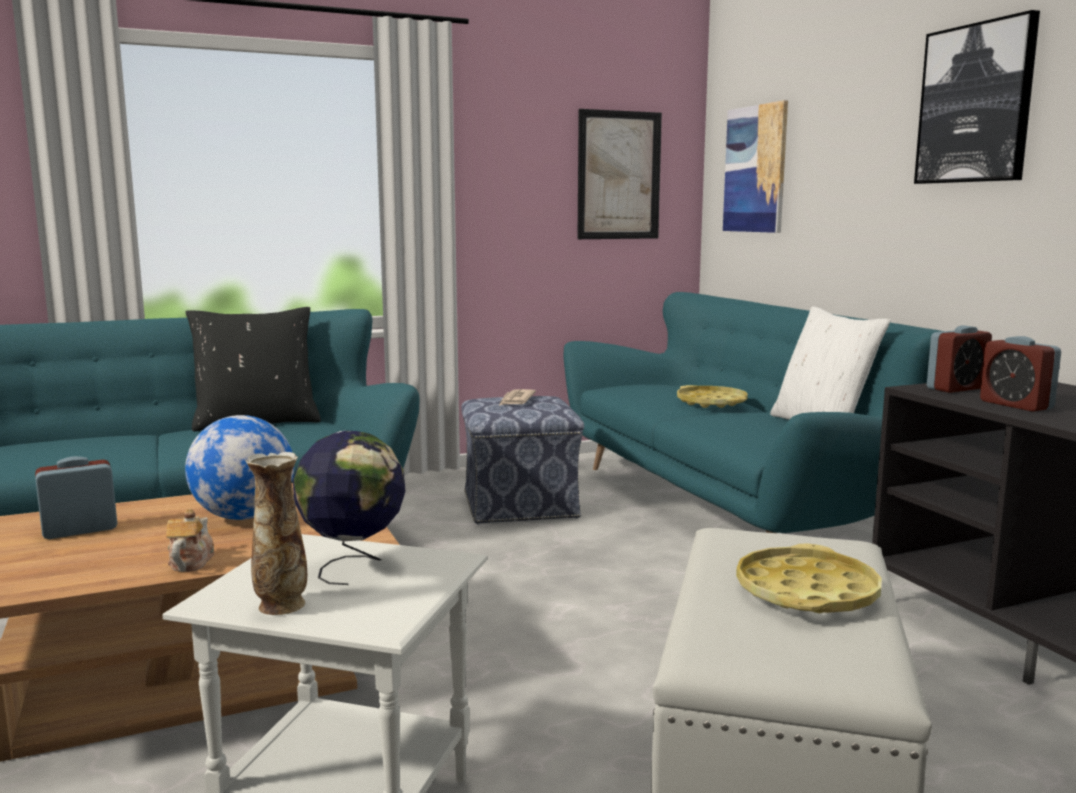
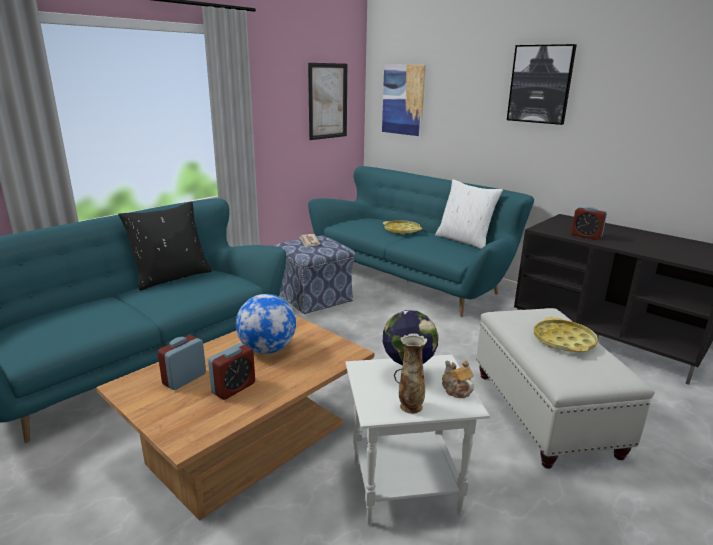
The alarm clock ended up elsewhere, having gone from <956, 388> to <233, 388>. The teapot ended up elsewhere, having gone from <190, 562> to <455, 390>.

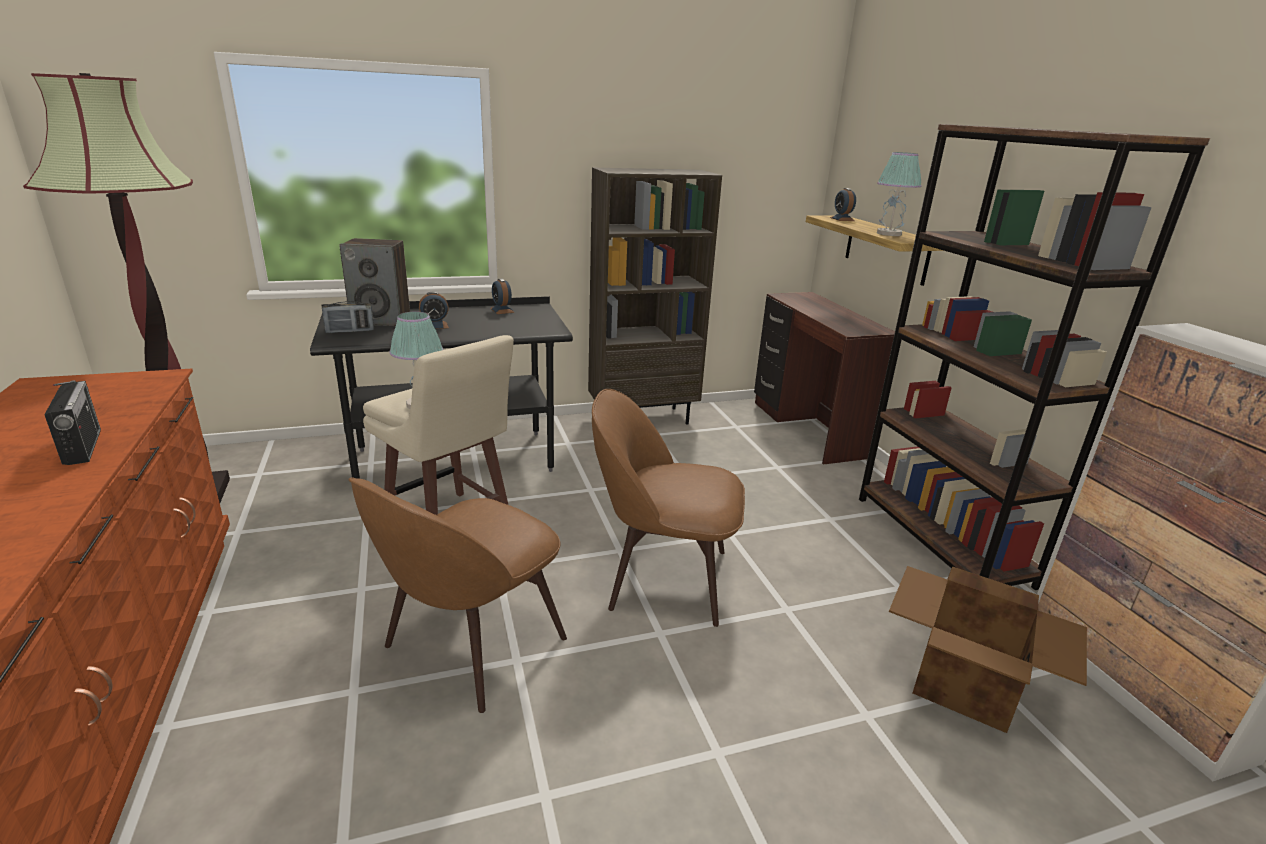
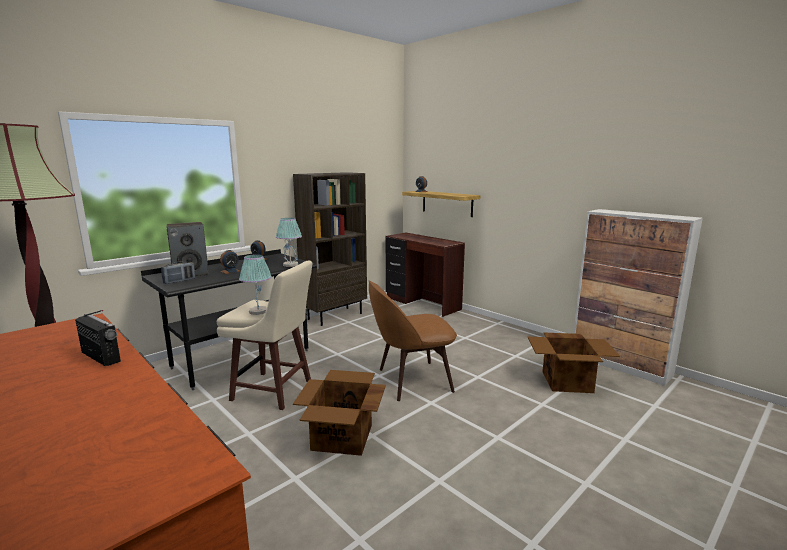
The table lamp ended up elsewhere, having gone from <889, 234> to <291, 265>. Where the brown chair stood at <470, 646>, the cardboard box came to stand at <341, 438>. The second view lost the brown bookcase at <941, 540>.

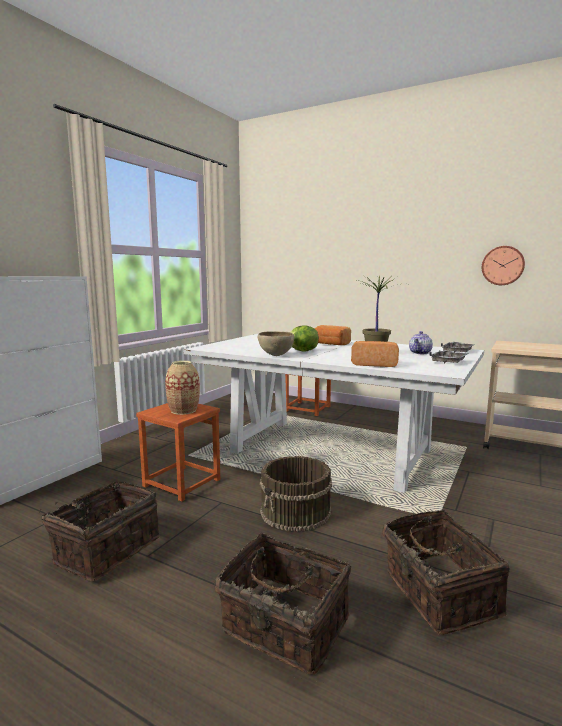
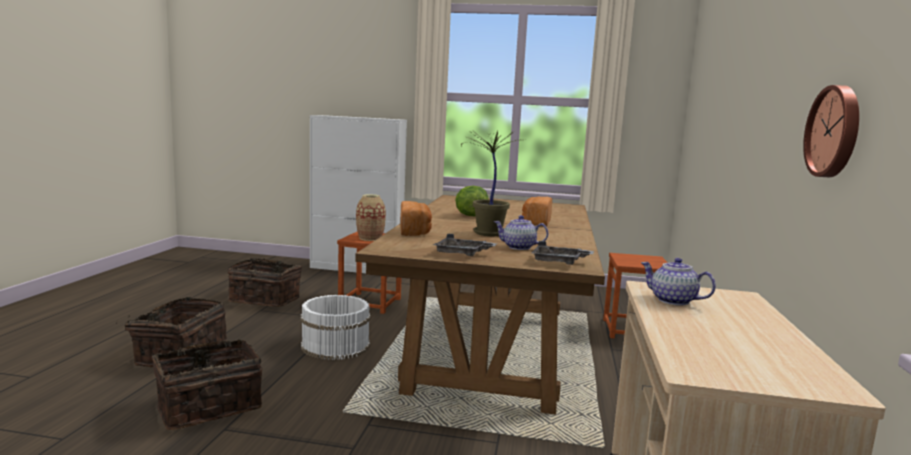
What was the brown bucket at <296, 512> turned into the white bucket at <334, 346>. What was the white dining table at <331, 451> turned into the brown dining table at <491, 352>. The second view gained the teapot at <672, 300>. The second view lost the brown bowl at <275, 356>.

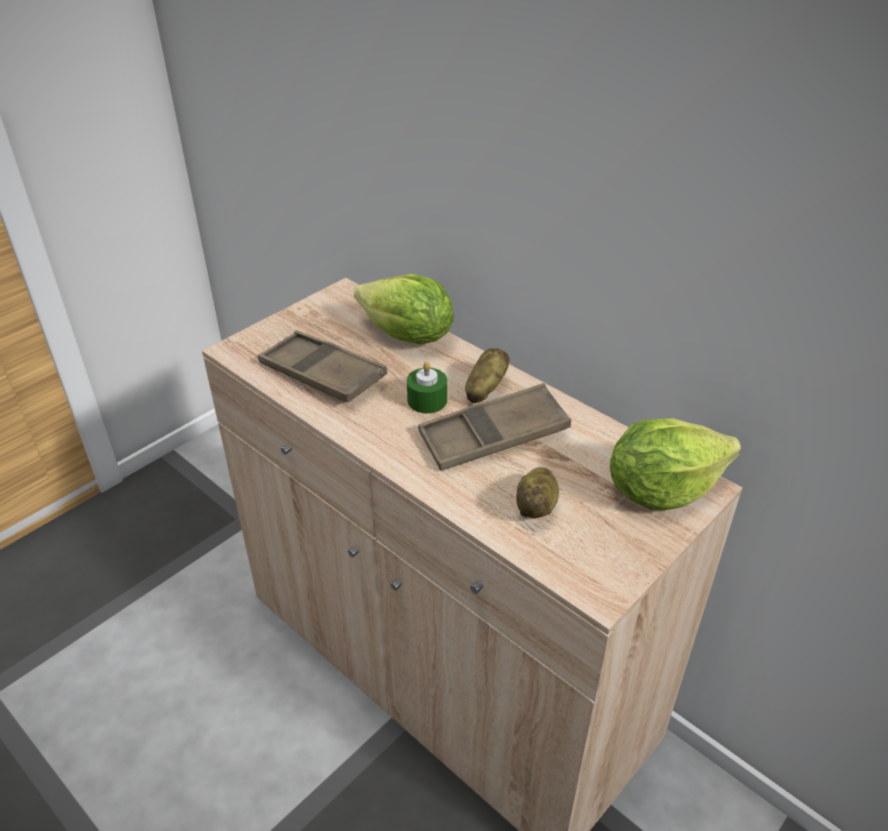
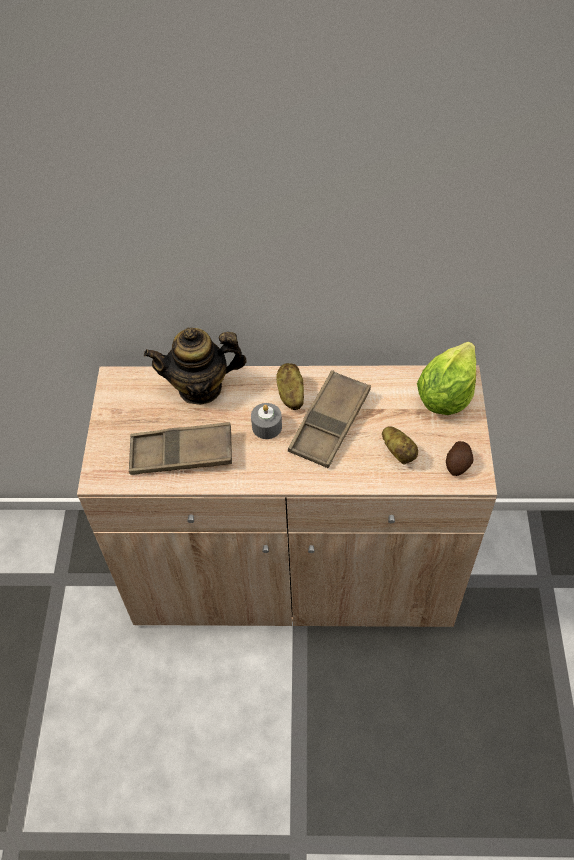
Where the lettuce stood at <407, 336>, the teapot came to stand at <200, 387>. What was the green candle at <427, 400> turned into the grey candle at <267, 426>. The second view gained the potato at <458, 463>.

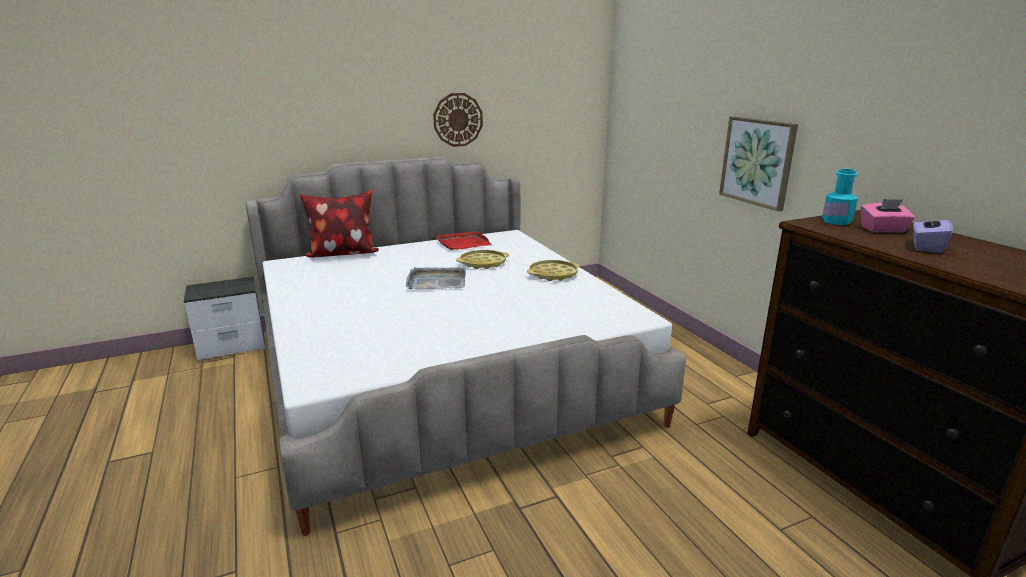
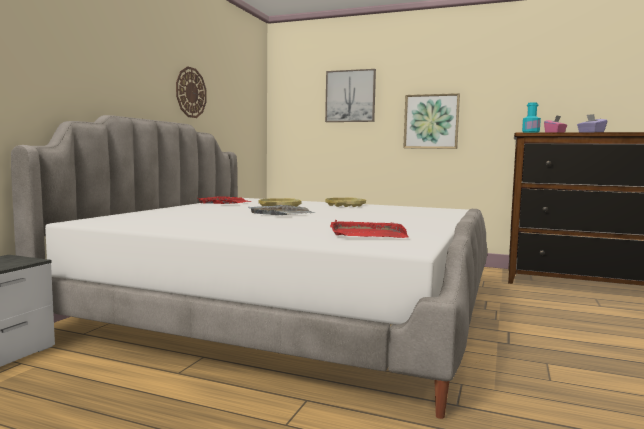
The second view gained the picture at <350, 96>. The second view gained the red tray at <367, 234>. The second view lost the pillow at <342, 254>.

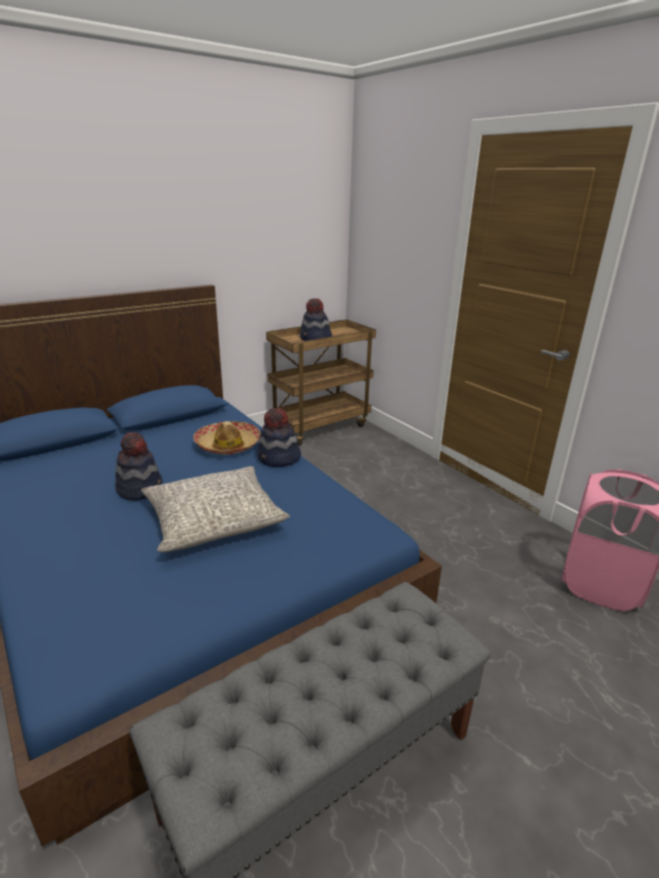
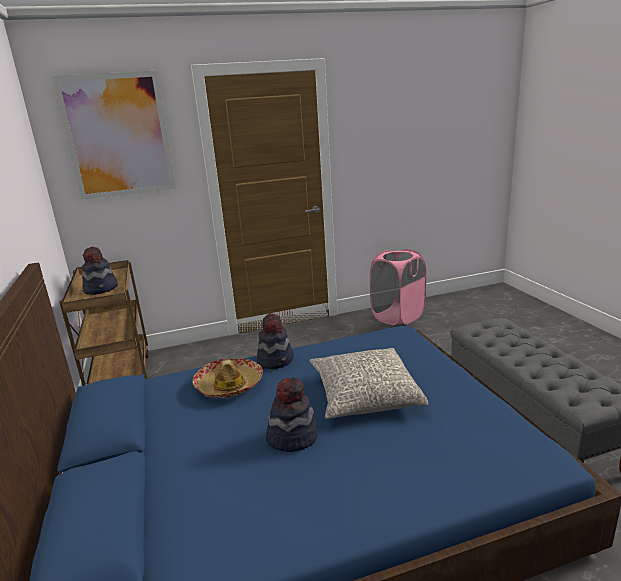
The second view gained the picture at <118, 136>.

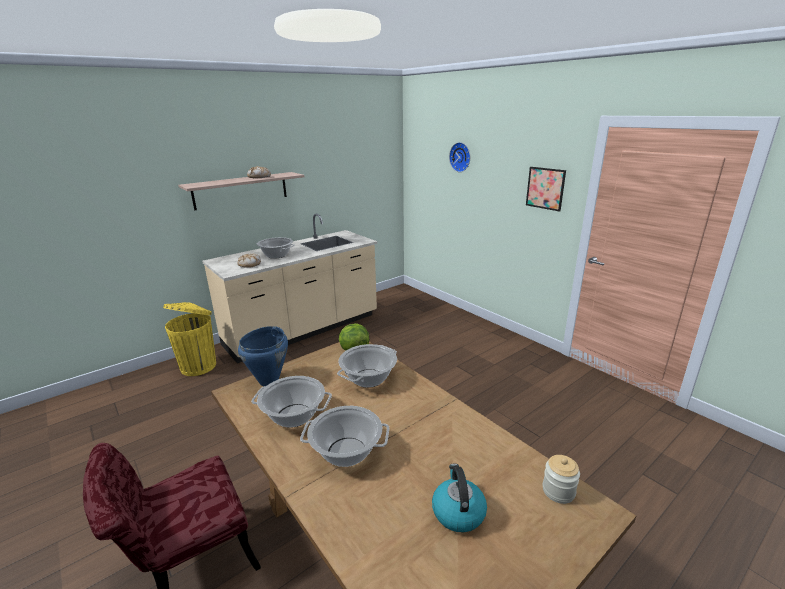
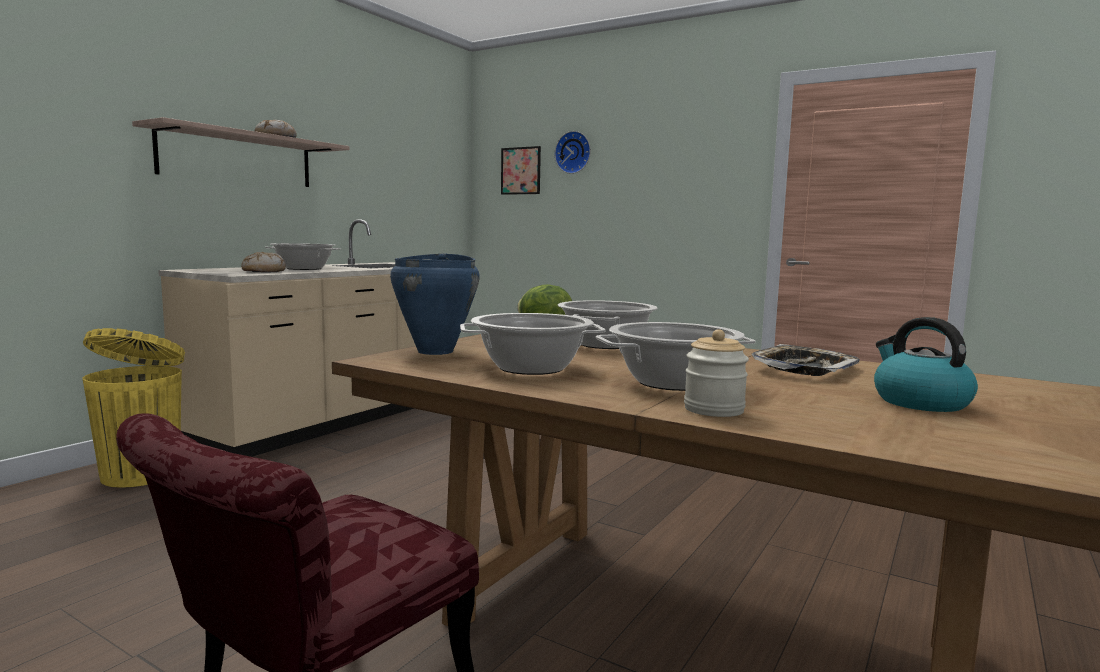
The picture ended up elsewhere, having gone from <545, 188> to <521, 171>. The jar ended up elsewhere, having gone from <558, 491> to <713, 410>. The second view gained the tray at <803, 368>.

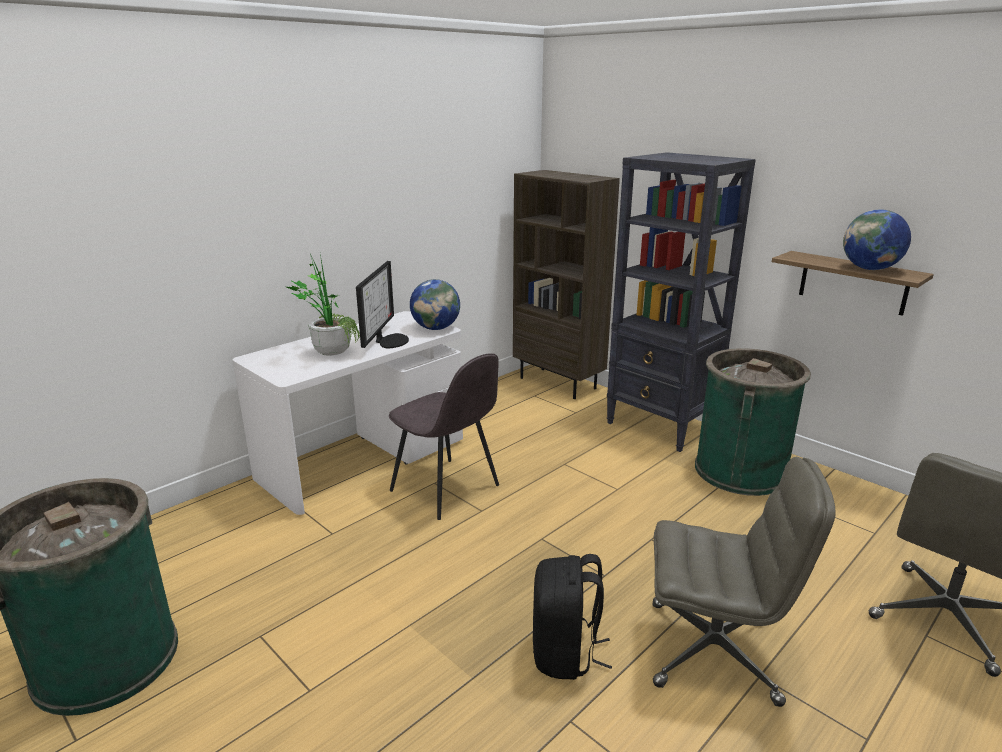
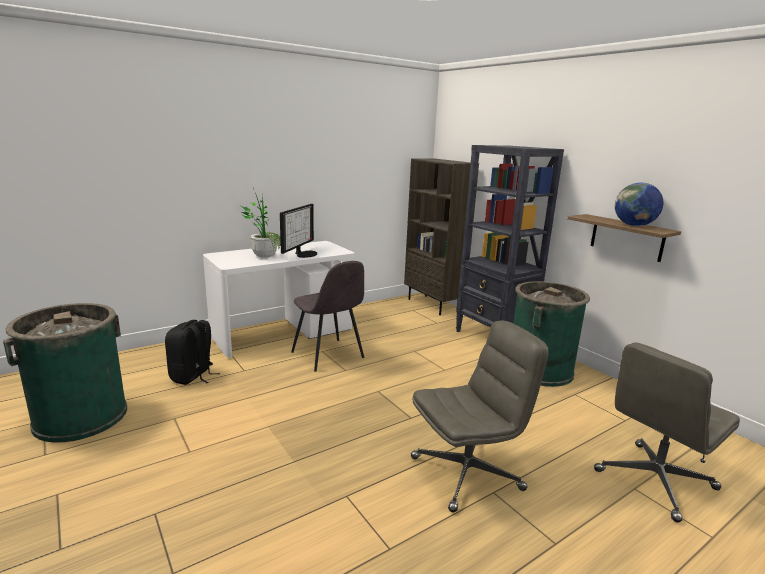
The black backpack ended up elsewhere, having gone from <565, 654> to <193, 376>. The grey office chair at <714, 651> ended up facing another way, 45 degrees counterclockwise from before. The second view lost the globe at <436, 328>.

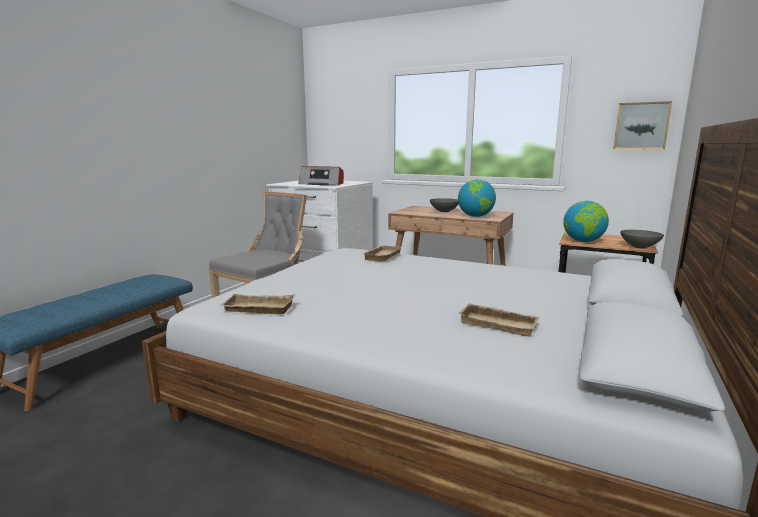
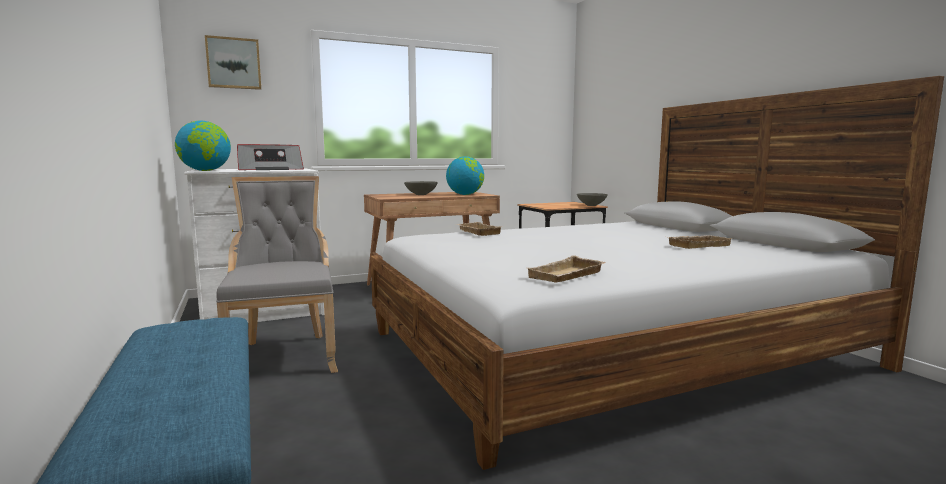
The globe ended up elsewhere, having gone from <583, 241> to <205, 170>. The picture ended up elsewhere, having gone from <641, 126> to <233, 63>.

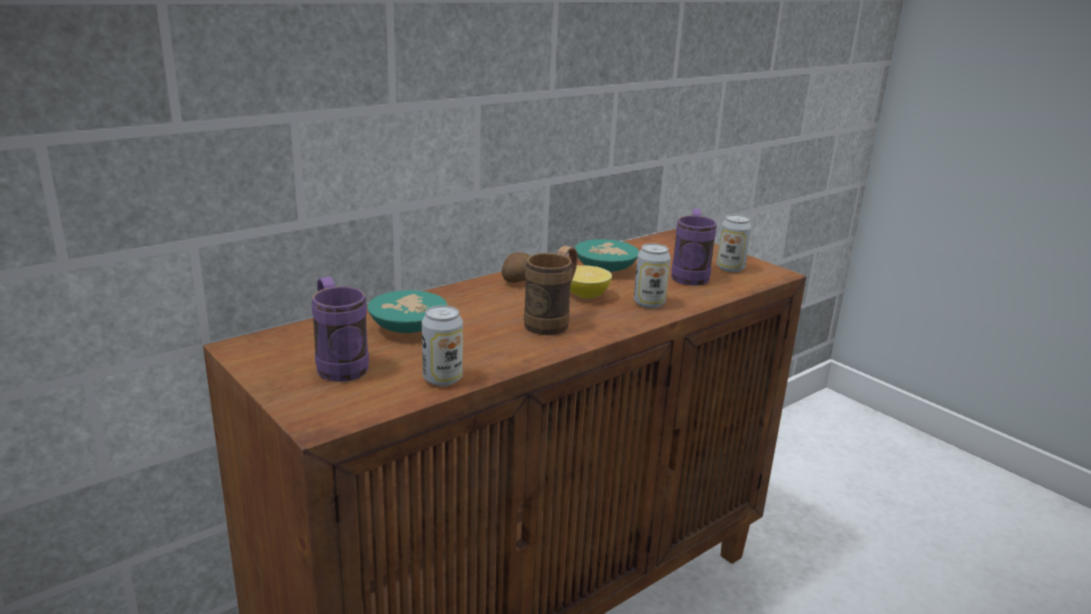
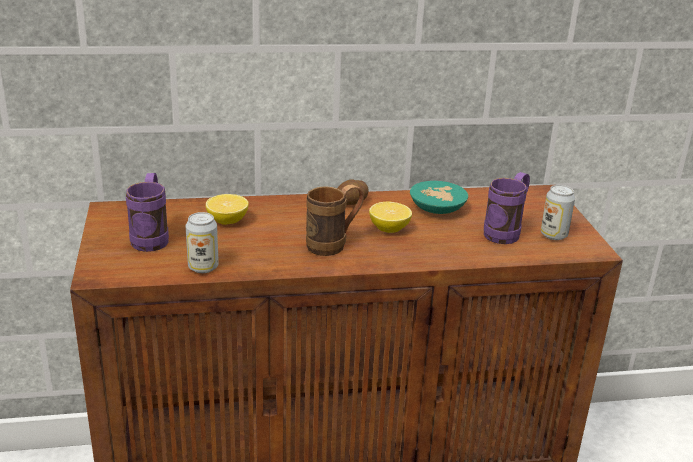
Where the turquoise bowl stood at <409, 326>, the lemon came to stand at <227, 221>. The second view lost the can at <649, 303>.

